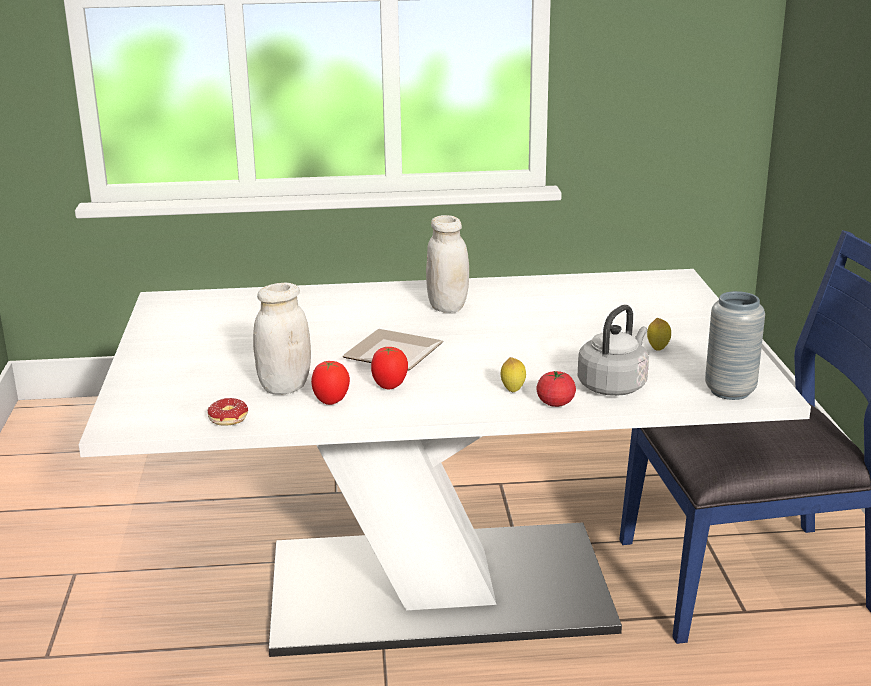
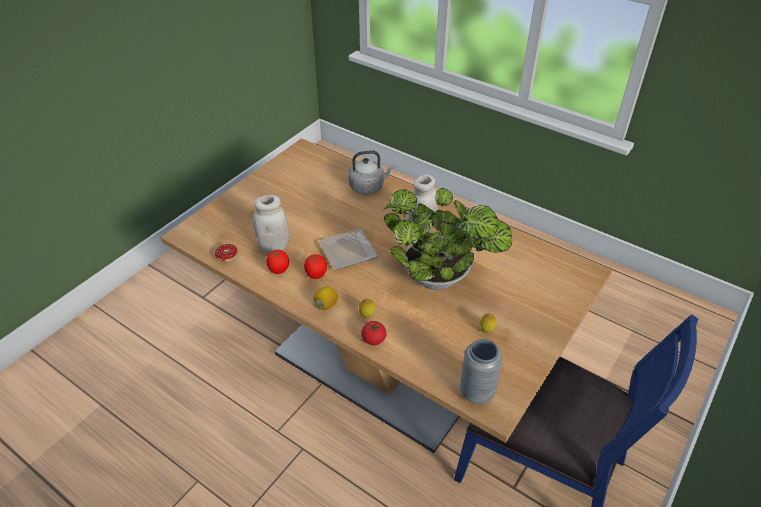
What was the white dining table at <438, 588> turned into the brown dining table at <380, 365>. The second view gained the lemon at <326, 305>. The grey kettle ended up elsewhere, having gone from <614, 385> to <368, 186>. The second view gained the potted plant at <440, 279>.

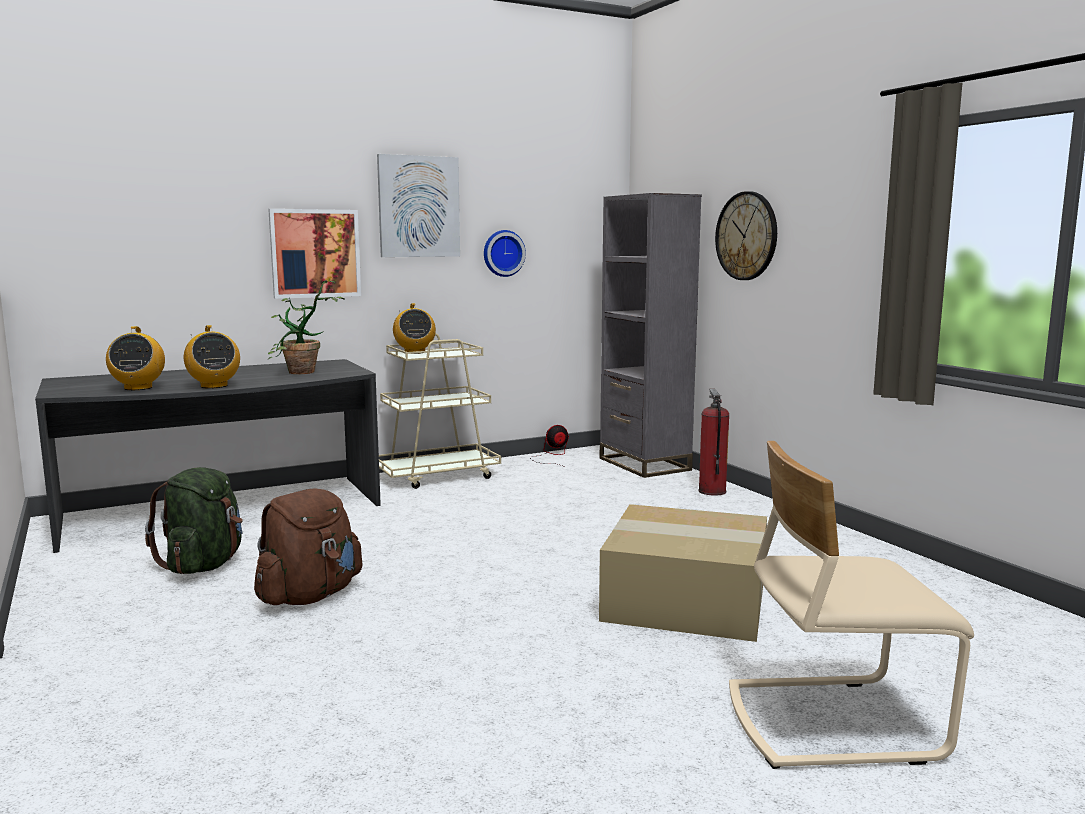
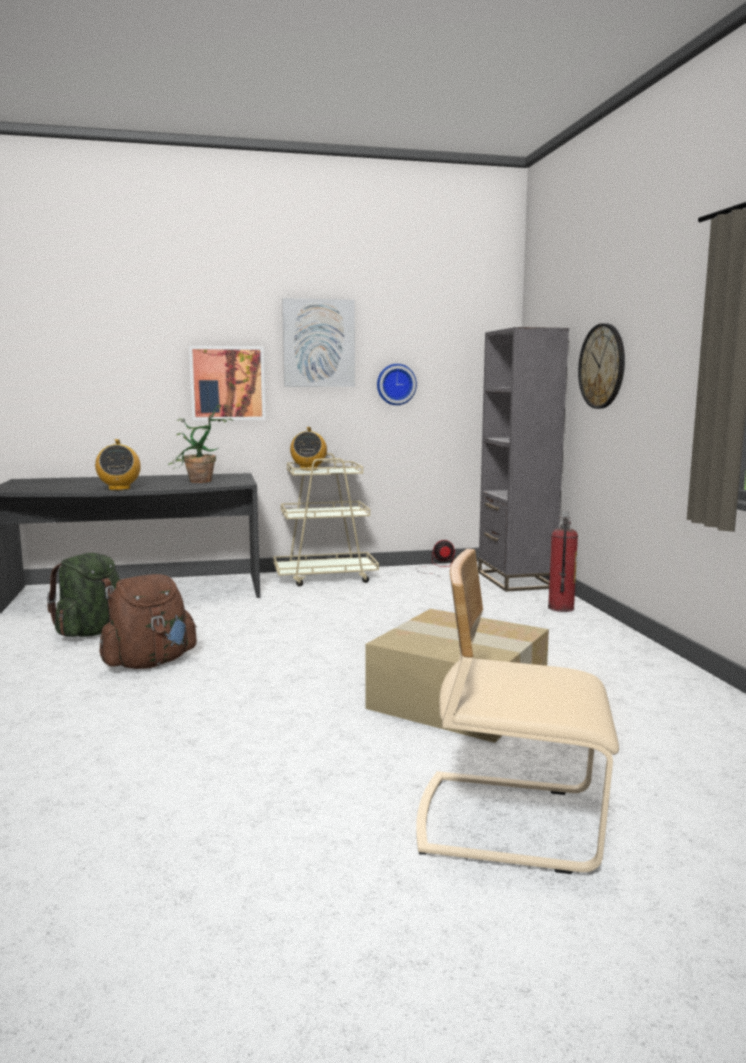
The second view lost the radio at <138, 388>.

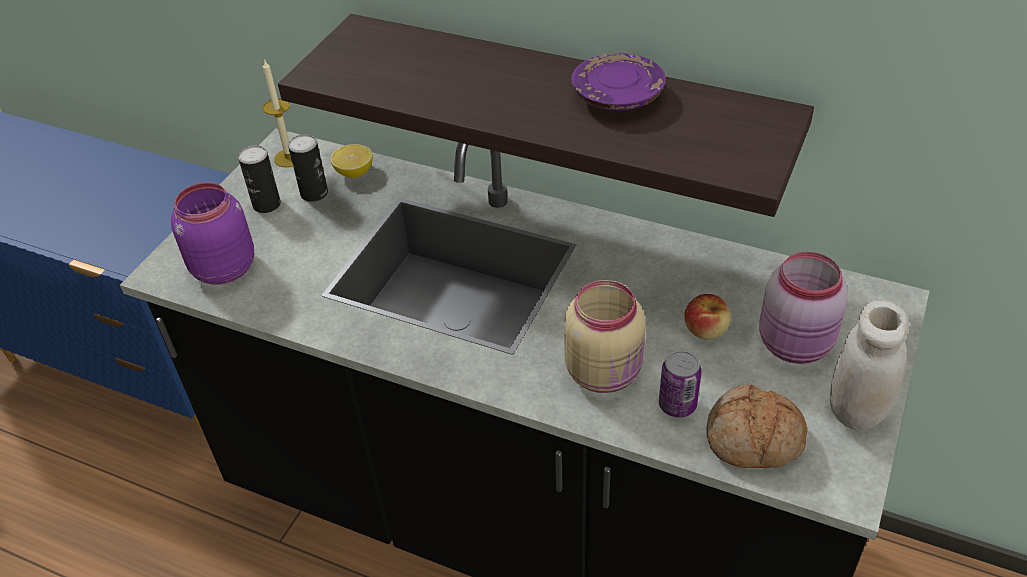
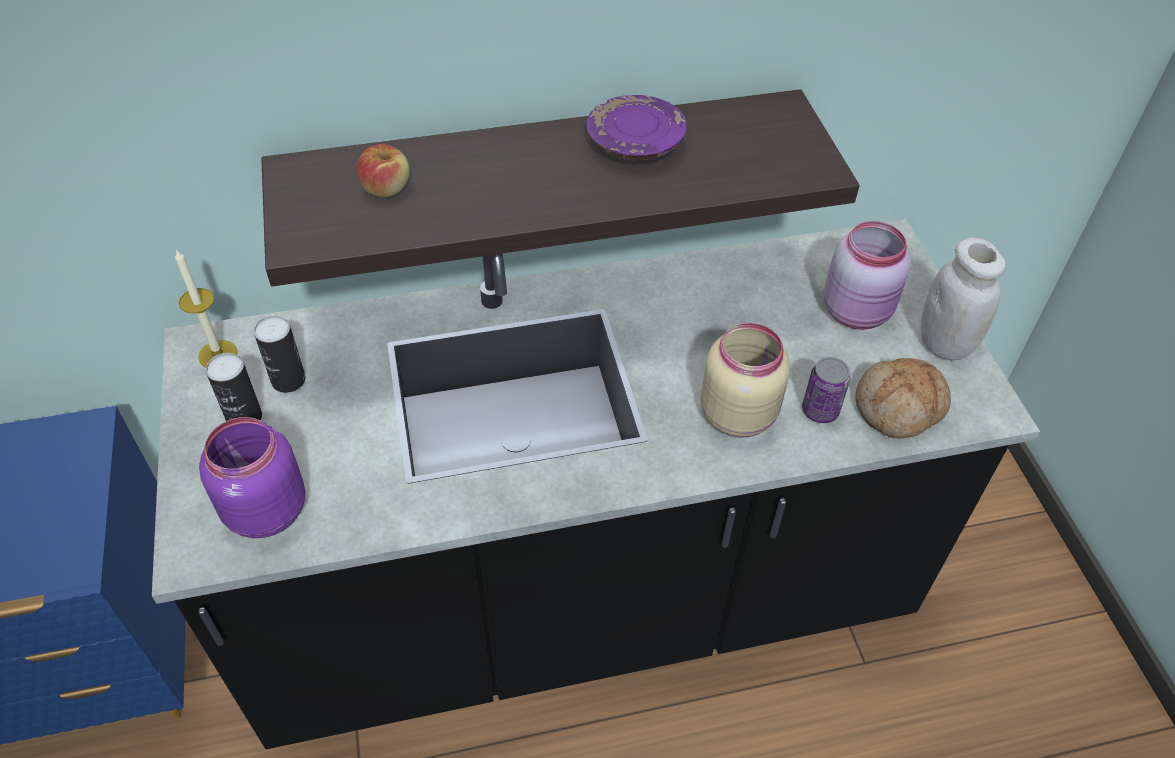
The apple ended up elsewhere, having gone from <706, 330> to <386, 188>. The second view lost the lemon at <354, 172>.

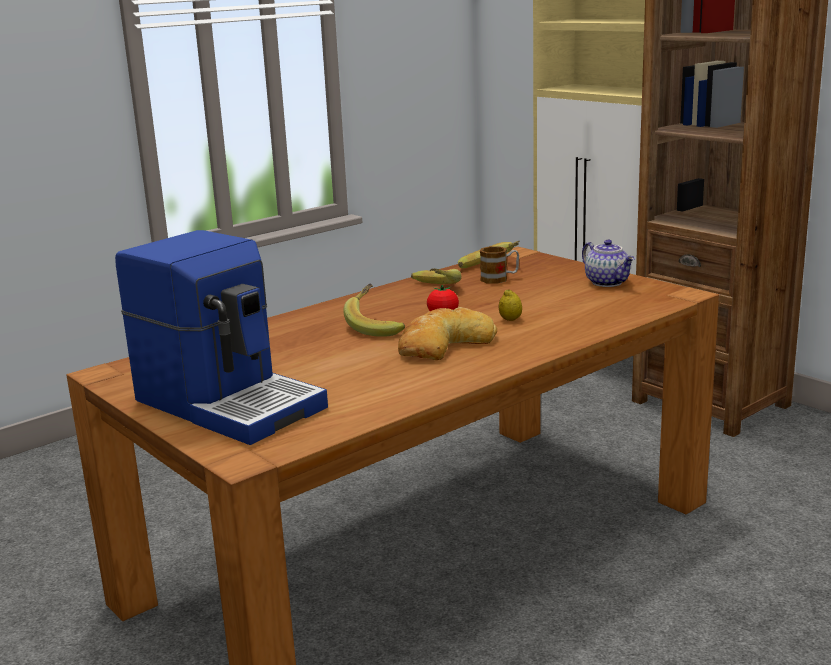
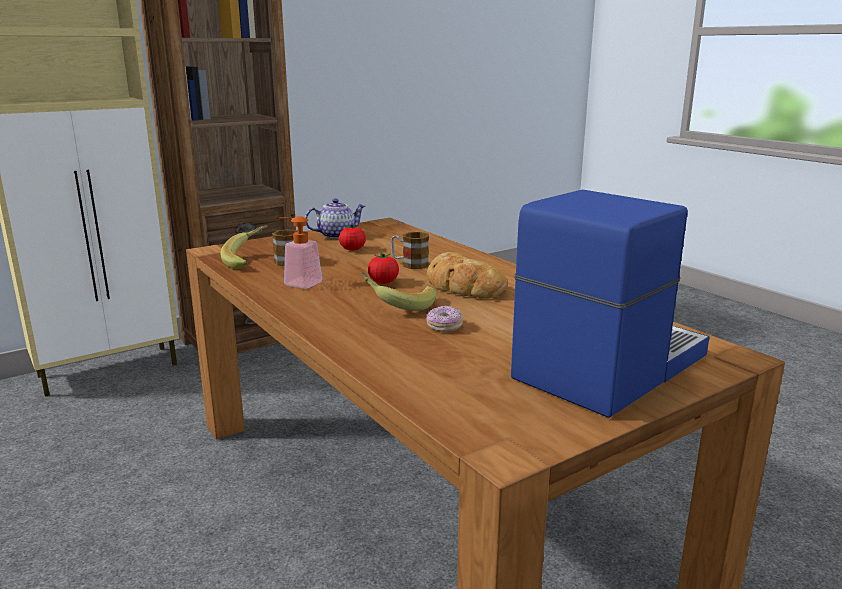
Where the banana stood at <432, 290>, the soap dispenser came to stand at <298, 283>. The second view gained the tomato at <352, 250>. Where the lemon stood at <510, 319>, the mug came to stand at <410, 264>. The second view gained the donut at <444, 327>.

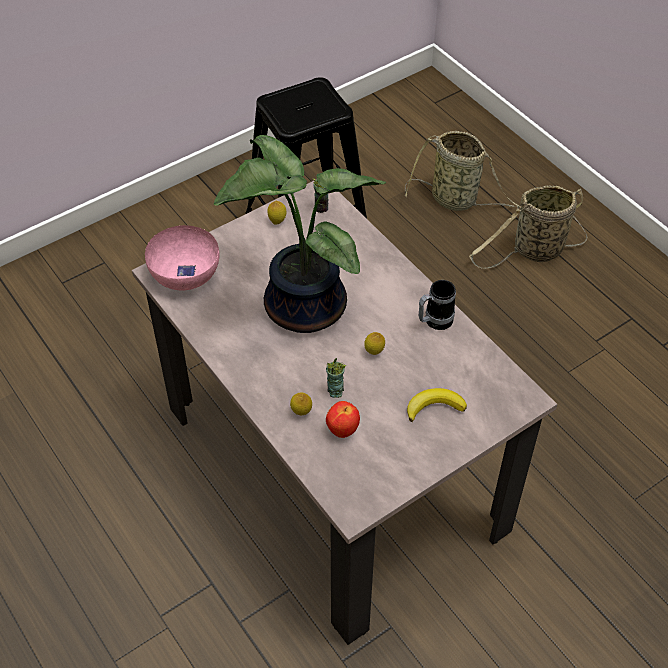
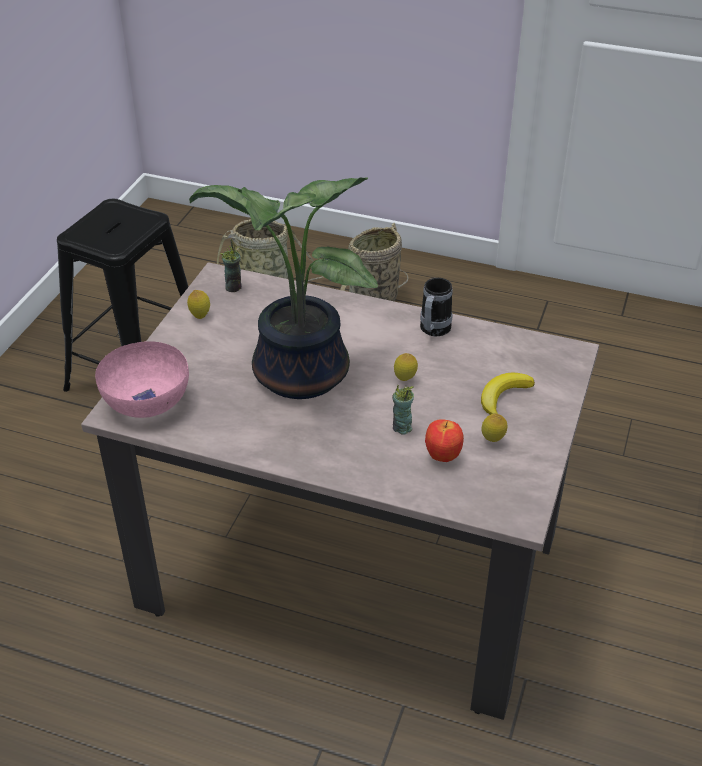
The lemon ended up elsewhere, having gone from <301, 412> to <492, 440>.

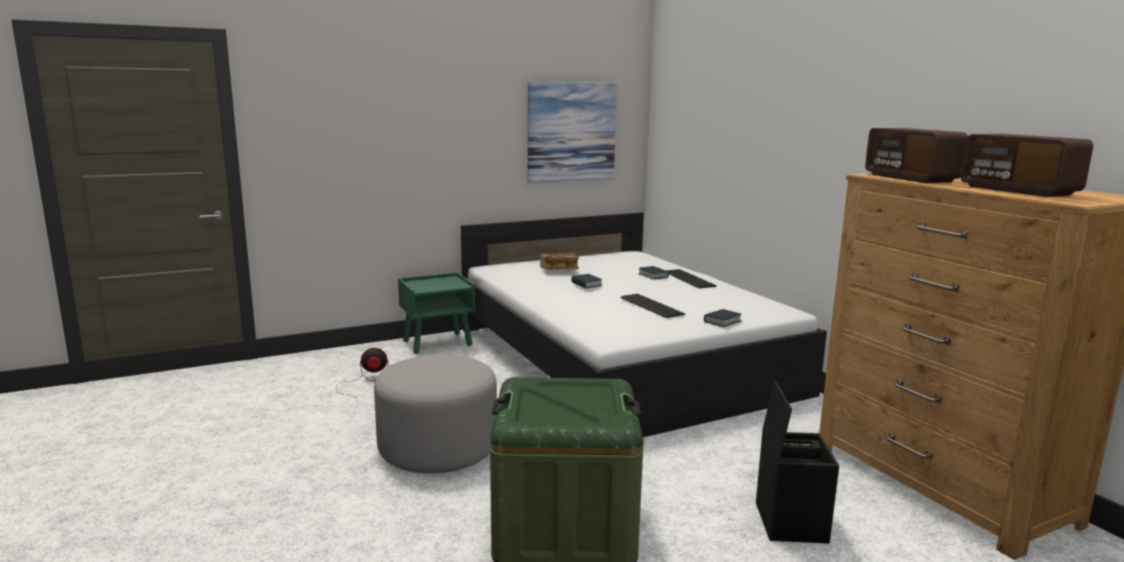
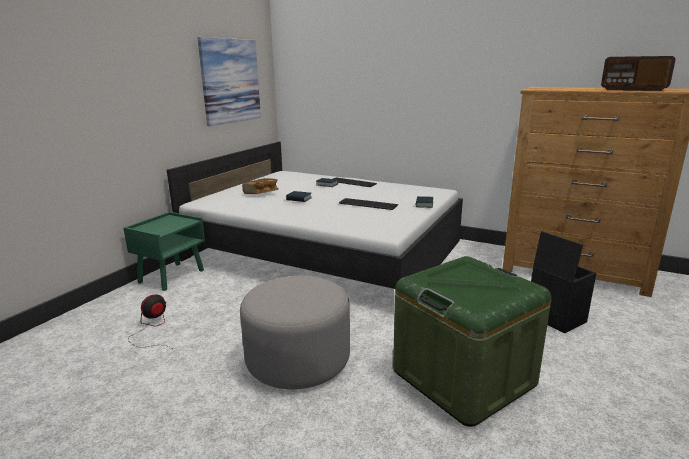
The second view lost the radio at <910, 178>.

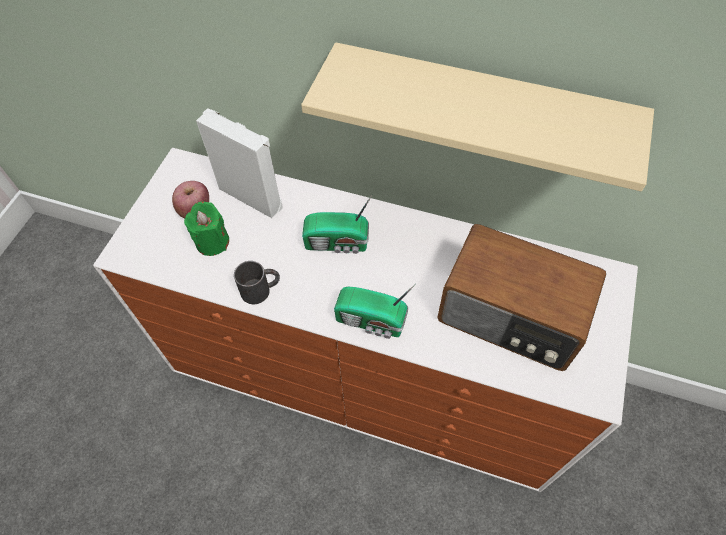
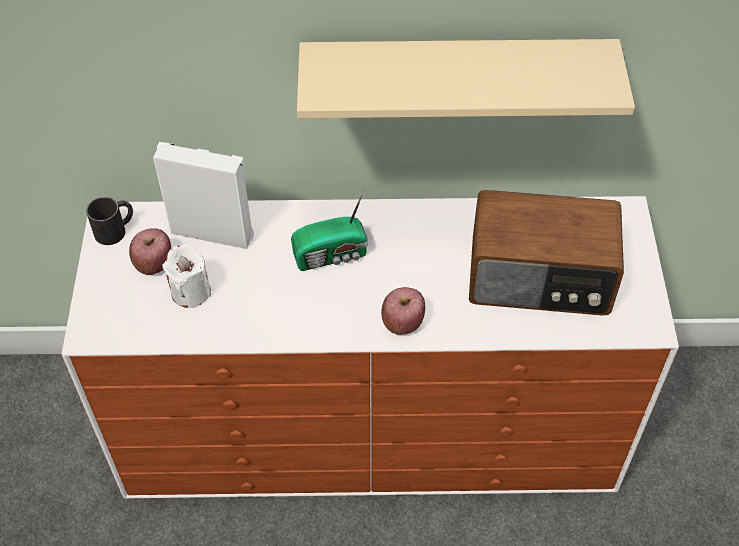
The black mug ended up elsewhere, having gone from <261, 289> to <115, 229>. What was the green candle at <212, 242> turned into the white candle at <190, 291>. Where the radio stood at <372, 321>, the apple came to stand at <402, 323>.

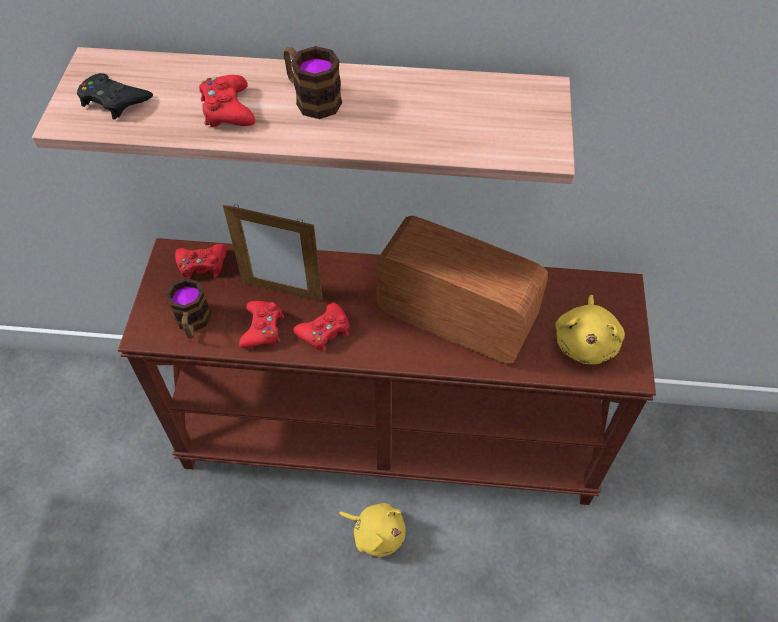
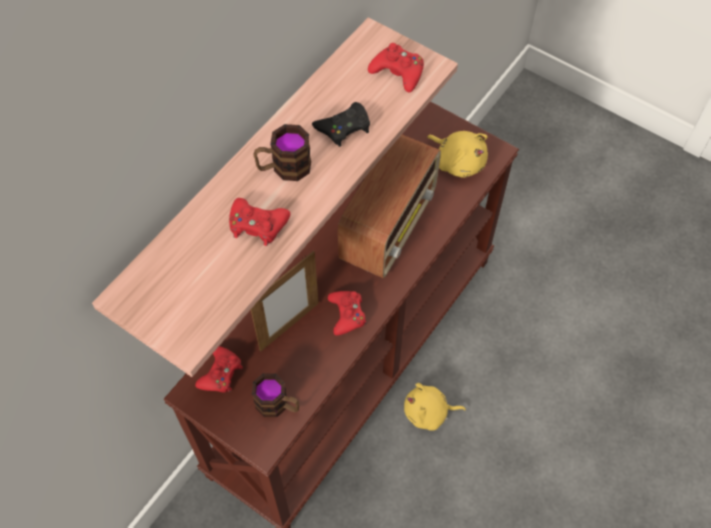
The black game controller ended up elsewhere, having gone from <114, 100> to <344, 127>. The radio at <453, 318> ended up facing another way, 150 degrees clockwise from before. The red game controller ended up elsewhere, having gone from <263, 329> to <398, 72>. The yellow plush toy at <376, 533> ended up facing another way, 150 degrees counterclockwise from before.

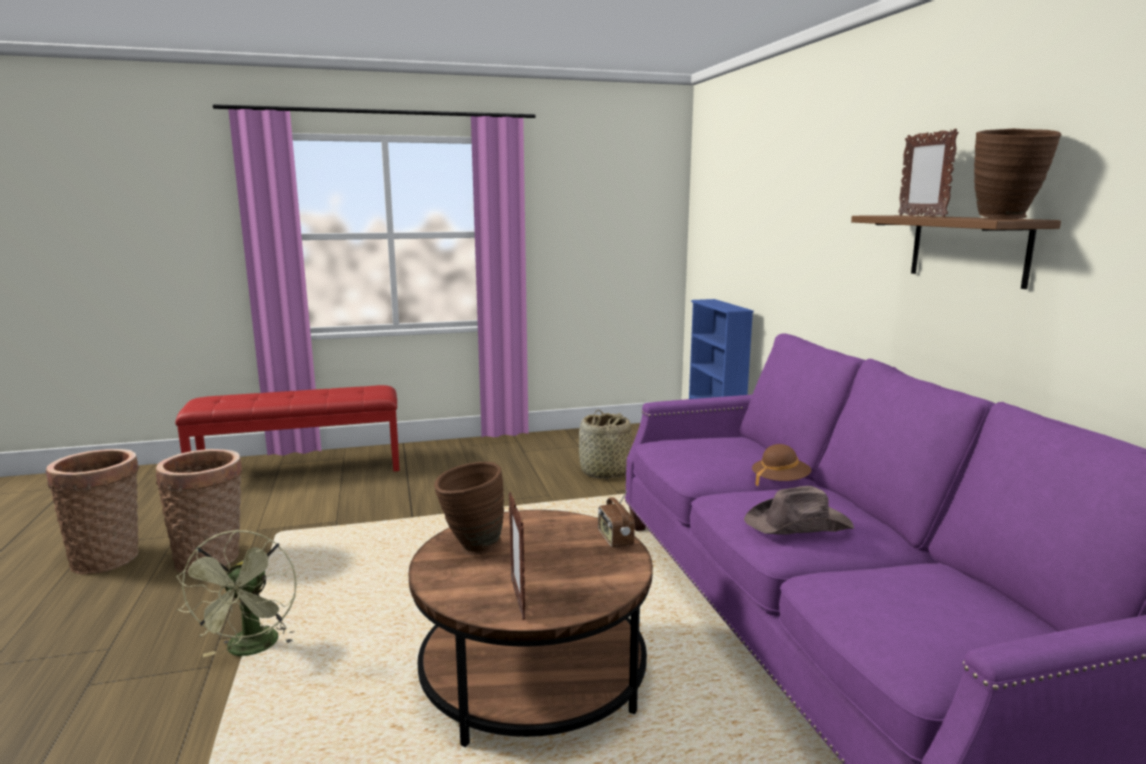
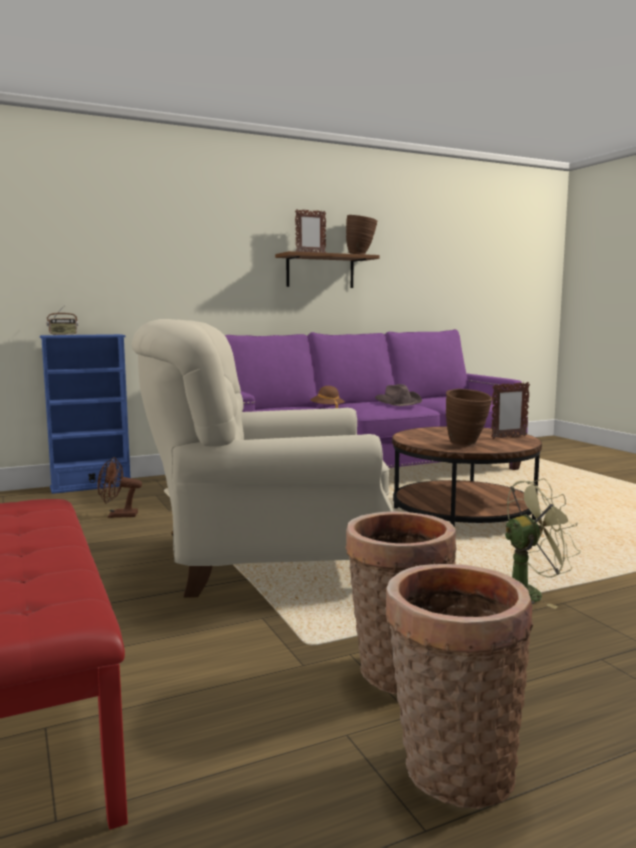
The radio ended up elsewhere, having gone from <614, 539> to <63, 335>. Where the basket stood at <605, 472>, the brown fan came to stand at <117, 515>. The second view gained the beige armchair at <268, 561>.

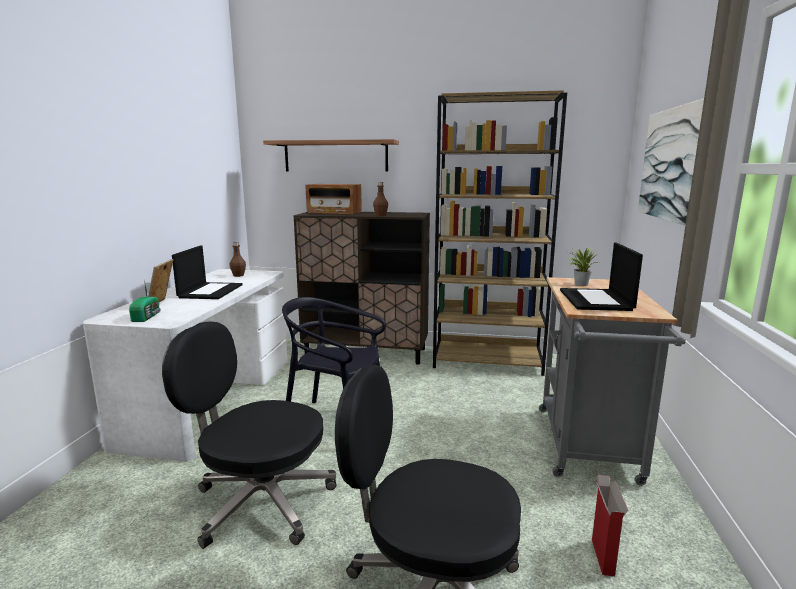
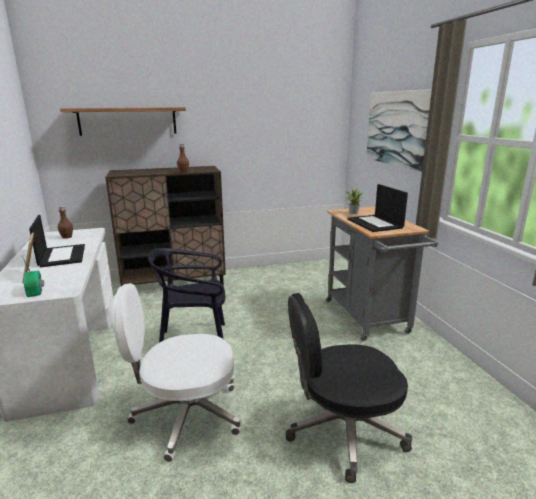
What was the black office chair at <260, 502> turned into the white office chair at <185, 416>. The second view lost the radio at <334, 212>. The second view lost the brown bookcase at <488, 361>. The second view lost the cardboard box at <602, 556>.

